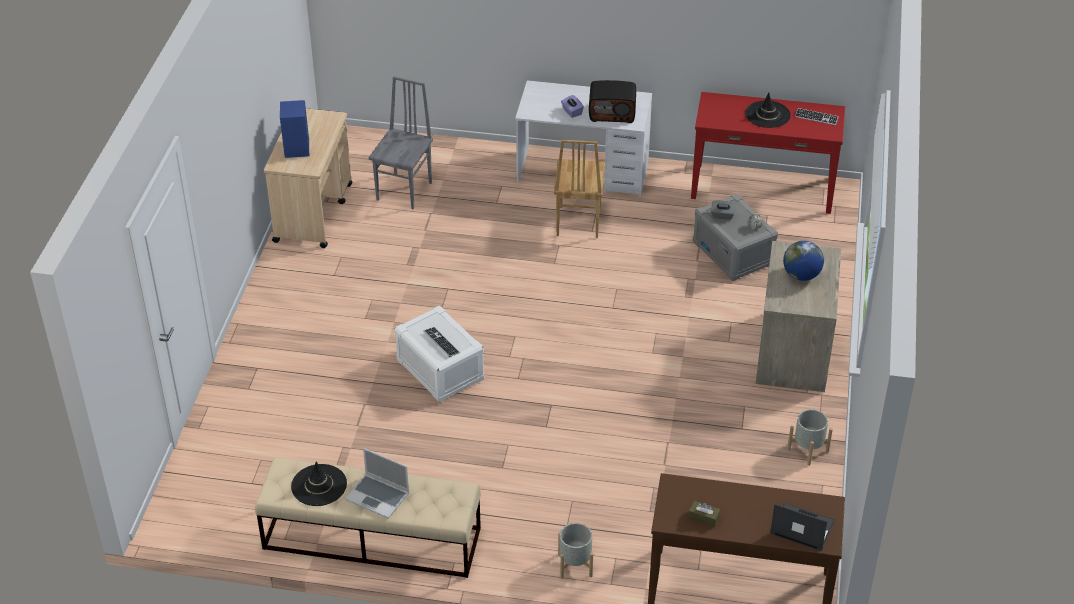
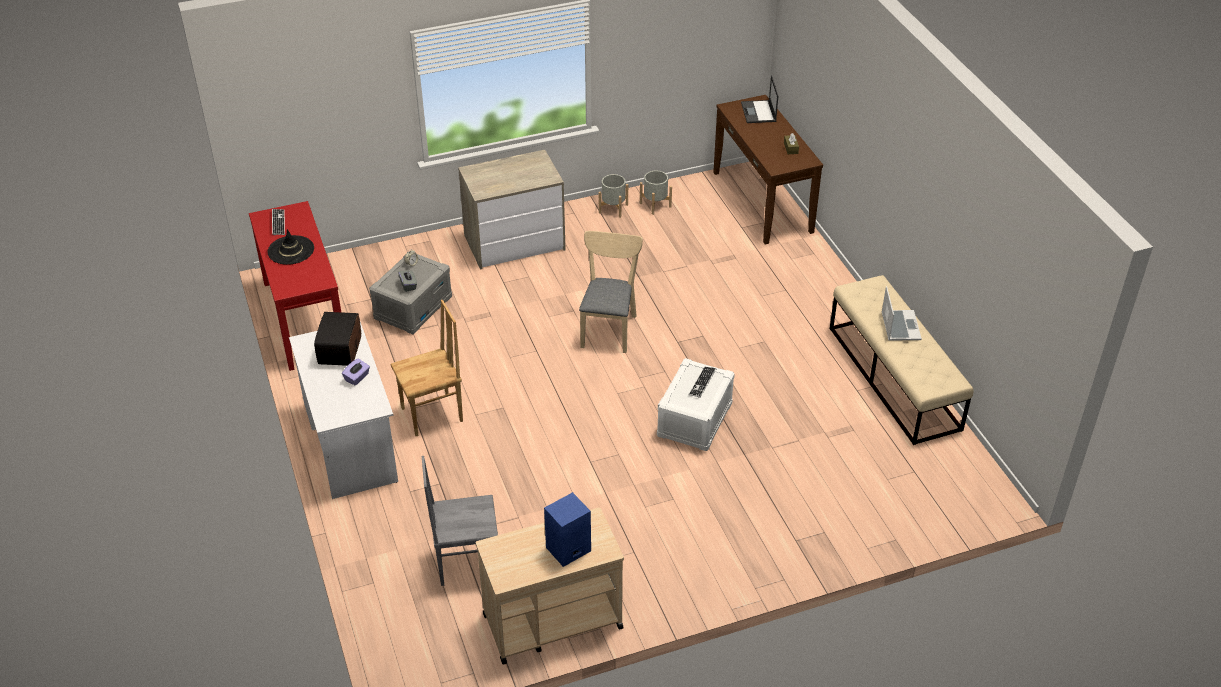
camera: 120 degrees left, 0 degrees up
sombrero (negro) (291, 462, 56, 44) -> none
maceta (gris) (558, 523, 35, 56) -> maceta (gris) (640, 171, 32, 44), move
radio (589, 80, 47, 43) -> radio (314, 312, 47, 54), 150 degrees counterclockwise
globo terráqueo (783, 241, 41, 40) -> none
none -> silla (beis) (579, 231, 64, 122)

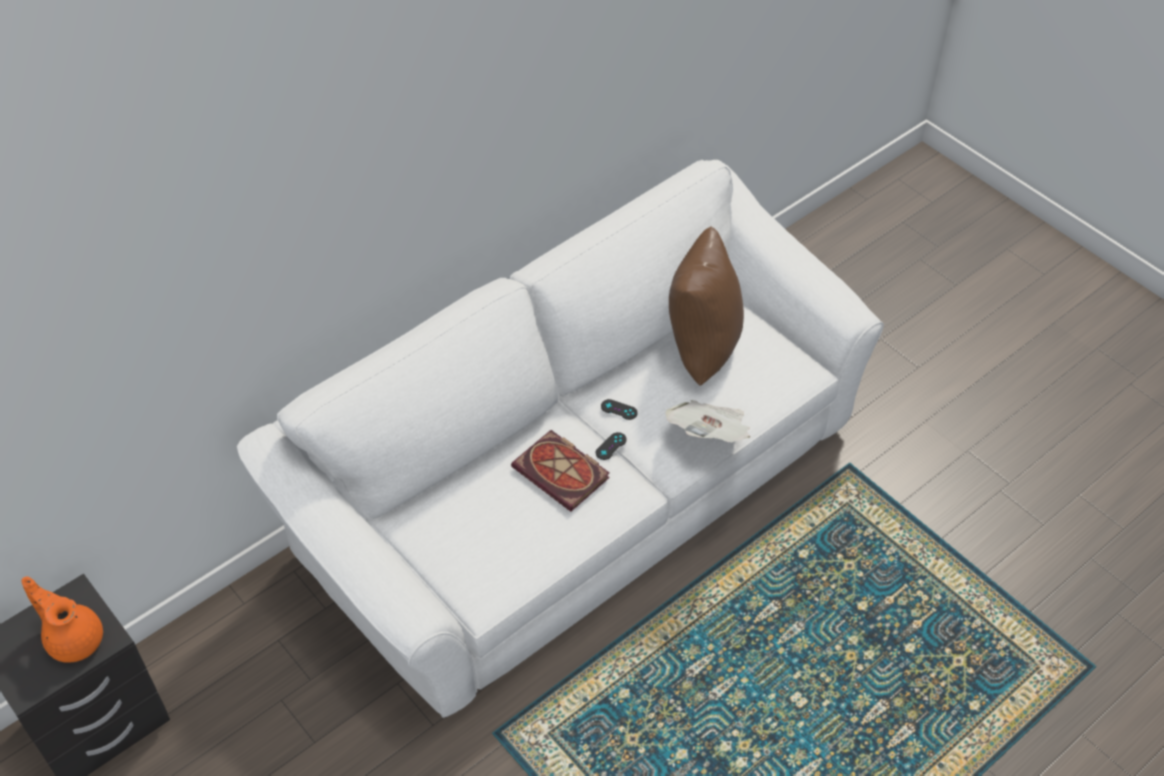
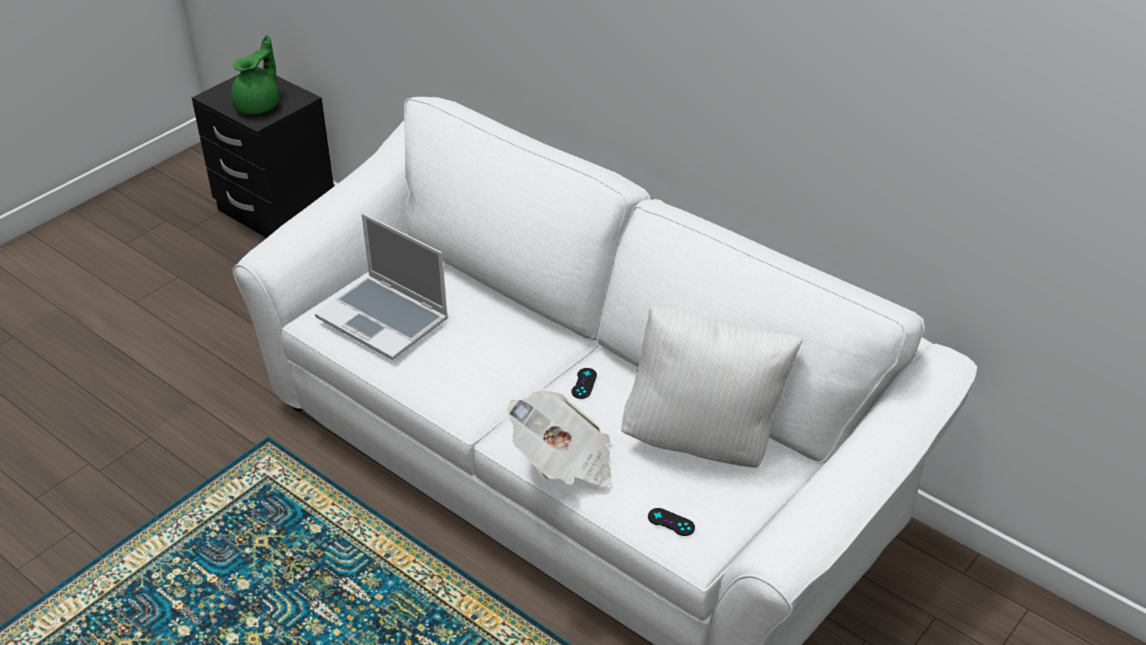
camera: 80 degrees right, 10 degrees down
tetera (naranja) (22, 576, 81, 87) -> tetera (verde) (231, 35, 48, 79)
libro (511, 430, 99, 81) -> none
mando de consola (negro) (596, 432, 31, 28) -> mando de consola (negro) (648, 508, 47, 28), move
cojín (marrón) (669, 226, 75, 160) -> cojín (blanco) (621, 306, 182, 162)
none -> portátil (315, 213, 133, 147)

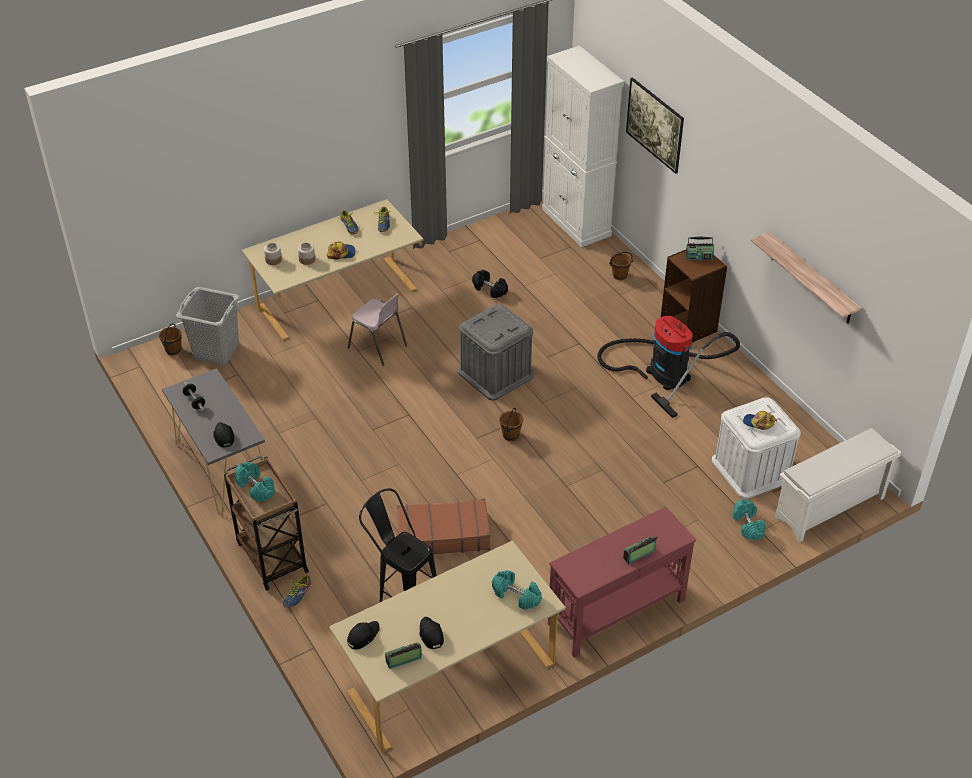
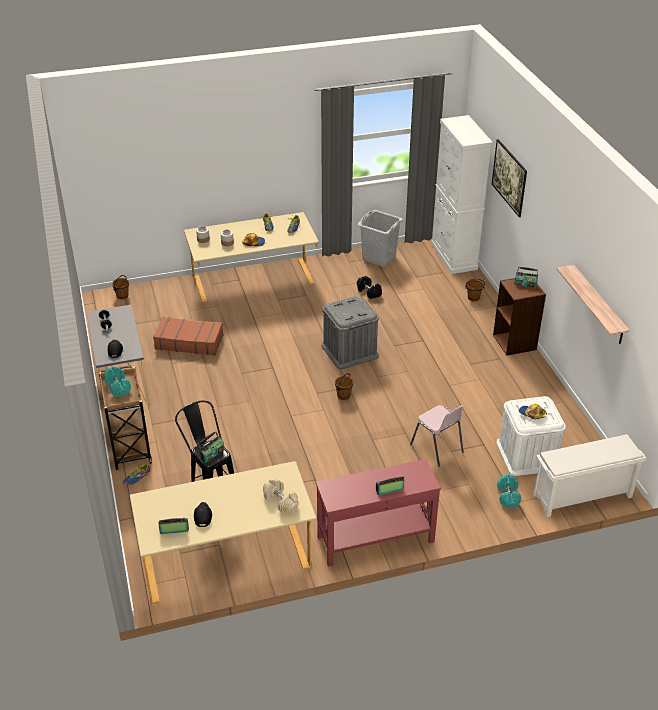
camera: 15 degrees right, 5 degrees down
cesto de la ropa (gris) (176, 287, 64, 78) -> cesto de la ropa (gris) (358, 210, 45, 57), move
gorra (negro) (347, 621, 33, 28) -> none
silla (rosa) (348, 293, 59, 73) -> silla (rosa) (410, 405, 54, 62), move
maleta (marrón) (397, 498, 93, 57) -> maleta (marrón) (153, 317, 70, 39), move
mancuerna (turquesa) (492, 570, 50, 40) -> mancuerna (beis) (263, 479, 36, 34)
aspiradora (597, 316, 143, 102) -> none
none -> radio (198, 431, 26, 32)

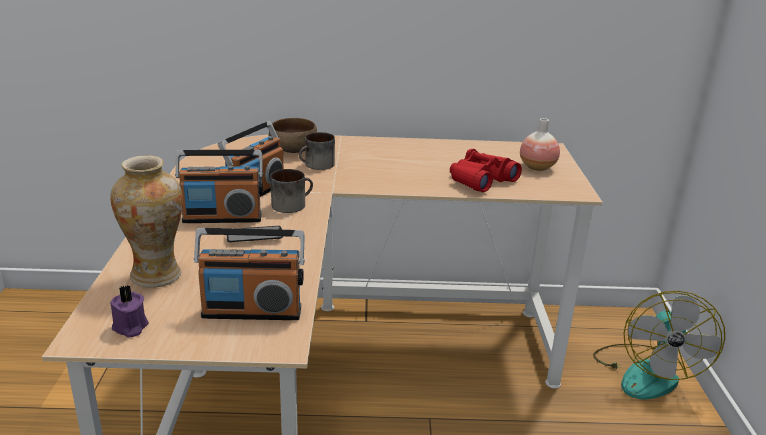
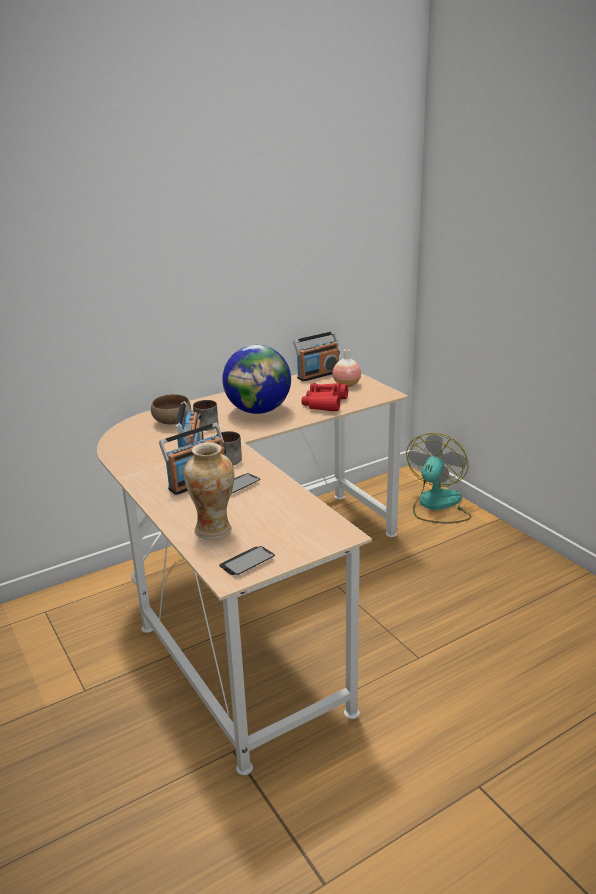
camera: 30 degrees left, 0 degrees up
vela (morado) (110, 285, 39, 52) -> móvil (219, 546, 56, 29)
radio (194, 228, 111, 92) -> radio (293, 331, 47, 51), move
ventilador (593, 291, 132, 108) -> ventilador (406, 433, 65, 91), 135 degrees counterclockwise
none -> globo terráqueo (222, 345, 69, 69)

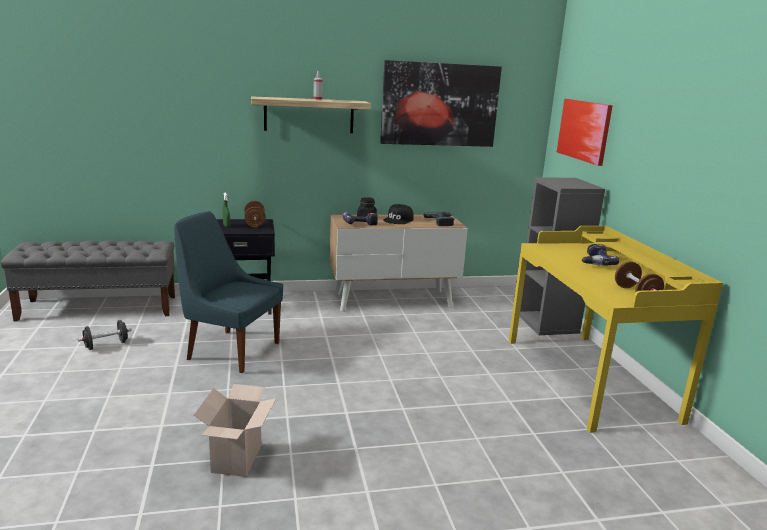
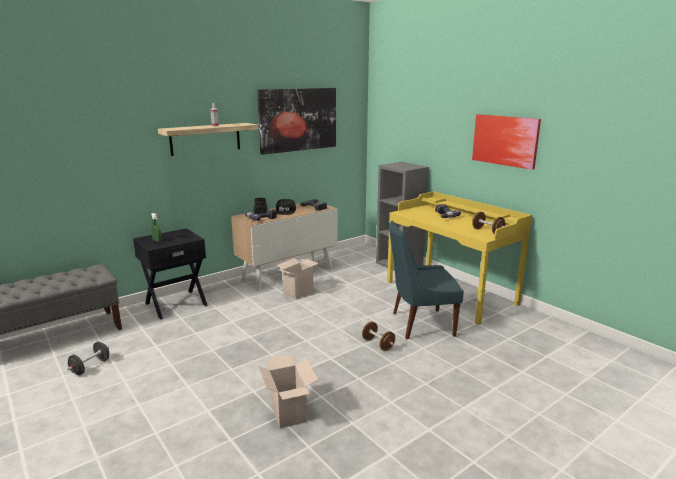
camera: 25 degrees left, 0 degrees up
silla (azul) (174, 211, 109, 162) -> silla (azul) (389, 221, 75, 118), move
mancuerna (marrón) (244, 201, 22, 26) -> mancuerna (marrón) (362, 322, 33, 29), move
cuadro (557, 99, 56, 67) -> cuadro (472, 114, 69, 56), move
none -> caja de cartón (277, 258, 41, 41)

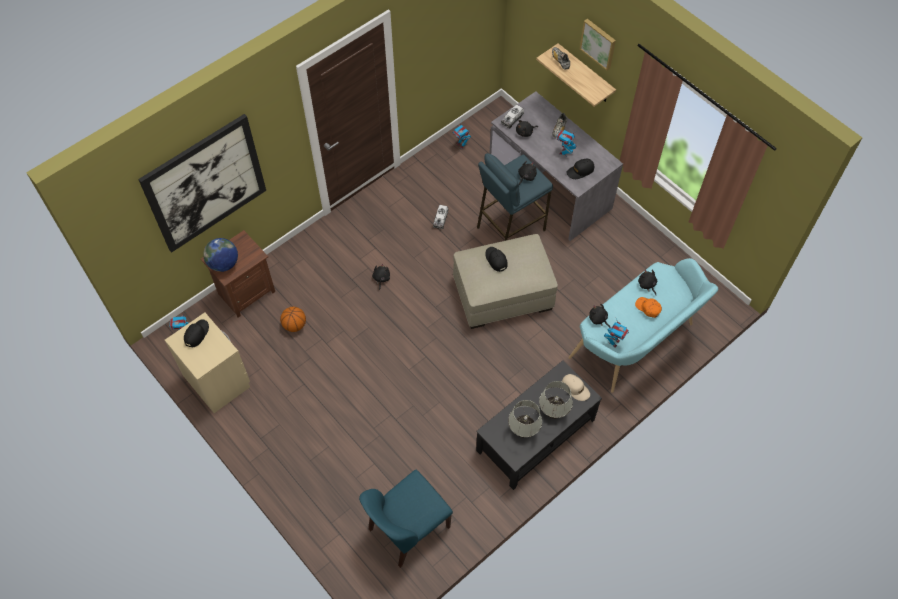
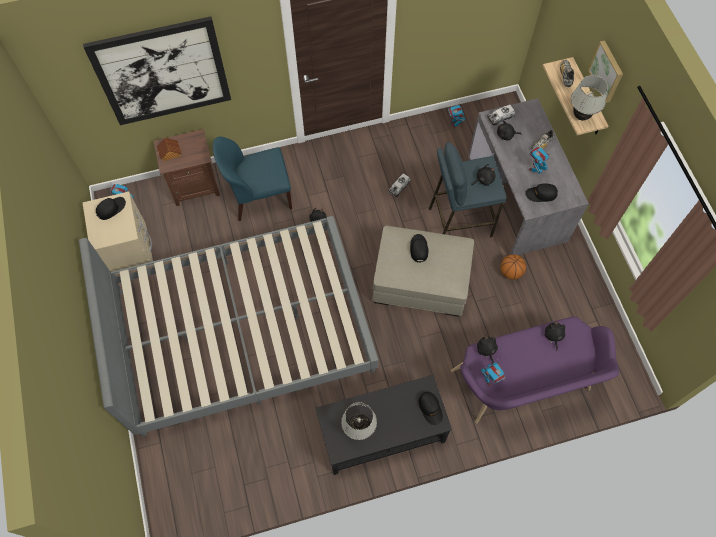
camera: 25 degrees right, 5 degrees up
globo terráqueo (203, 238, 35, 34) -> casita (157, 138, 24, 24)
balón de baloncesto (280, 307, 26, 25) -> balón de baloncesto (500, 254, 26, 25), move
silla (azul) (359, 470, 94, 98) -> silla (azul) (213, 137, 79, 84), move
lámpara de mesa (blanco) (539, 381, 34, 38) -> lámpara de mesa (blanco) (571, 75, 37, 45), move
gorra (beis) (562, 374, 28, 27) -> gorra (negro) (419, 392, 24, 33)
banco (turquesa) (568, 258, 150, 135) -> banco (morado) (451, 316, 168, 107)
gorra (naranja) (635, 297, 27, 21) -> none
none -> cama (gris) (79, 216, 300, 220)

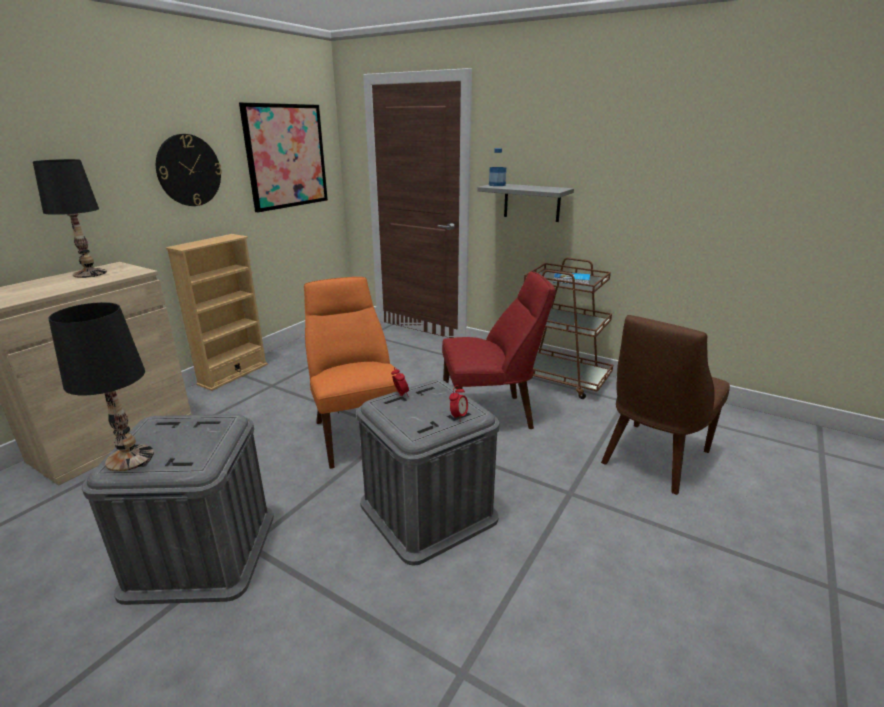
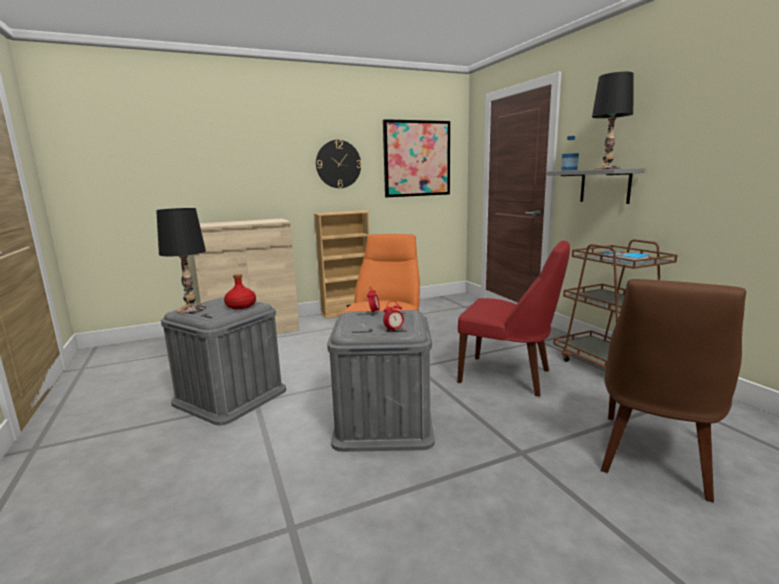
camera: 35 degrees right, 10 degrees down
lámpara de mesa (negro) (33, 159, 74, 119) -> lámpara de mesa (negro) (592, 72, 42, 97), move
silla (marrón) (601, 315, 129, 180) -> silla (marrón) (601, 279, 145, 223), 45 degrees counterclockwise
none -> botella (rojo) (224, 274, 32, 35)

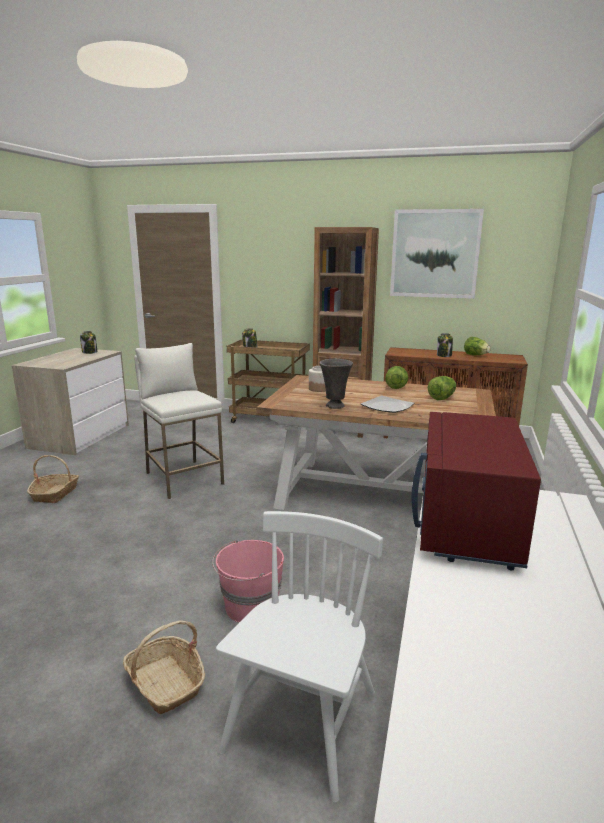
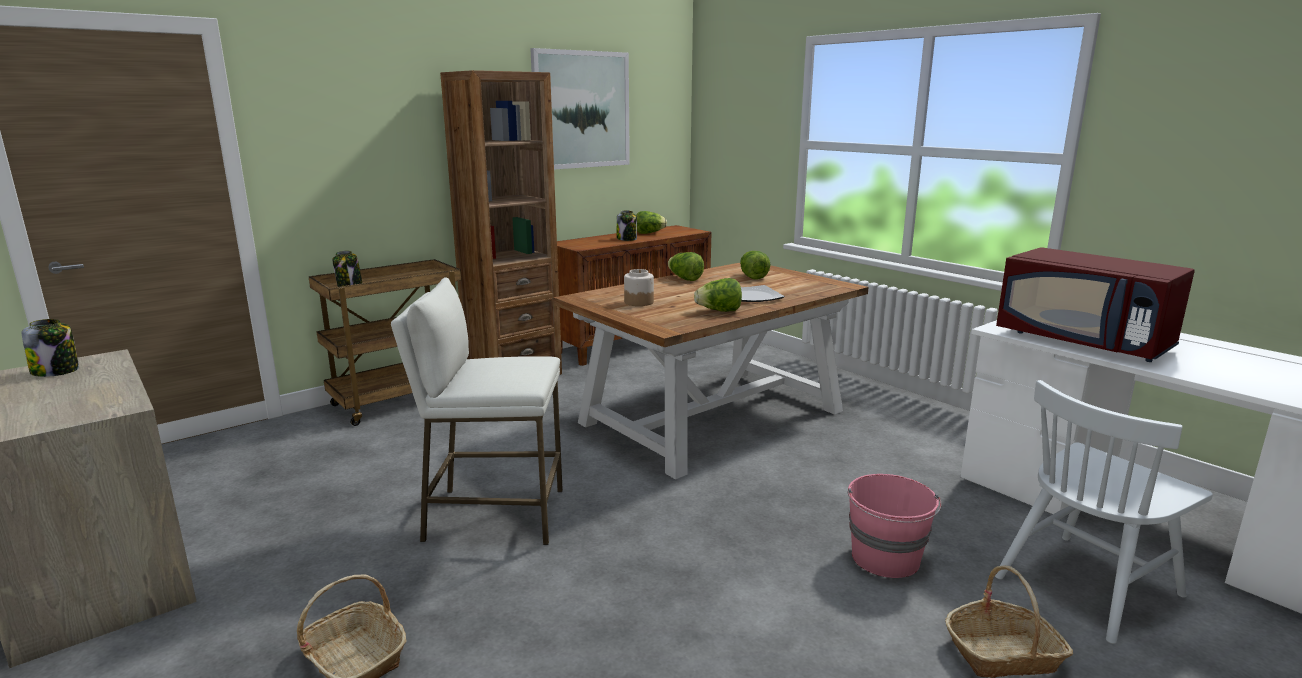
camera: 55 degrees left, 0 degrees up
silla (blanco) (216, 511, 167, 292) -> silla (blanco) (995, 380, 218, 264), 90 degrees counterclockwise
florero (gris) (320, 359, 33, 50) -> lechuga (694, 278, 48, 34)

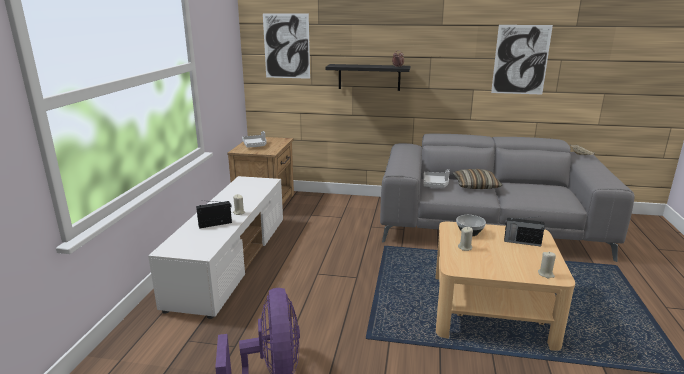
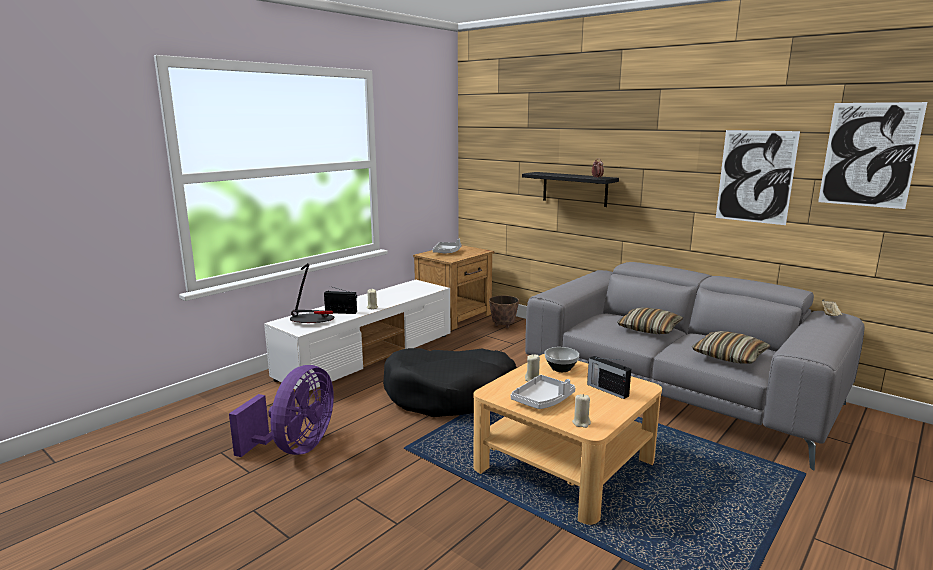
camera: 30 degrees right, 5 degrees down
cuadro (263, 13, 47, 66) -> cuadro (818, 102, 109, 107), move
bandeja (gris) (424, 169, 26, 19) -> bandeja (gris) (511, 375, 64, 34), move
none -> lámpara de mesa (290, 263, 44, 60)
none -> cama para perro (negro) (383, 348, 134, 69)
none -> maceta (489, 295, 30, 33)
none -> cojín (692, 331, 79, 33)

